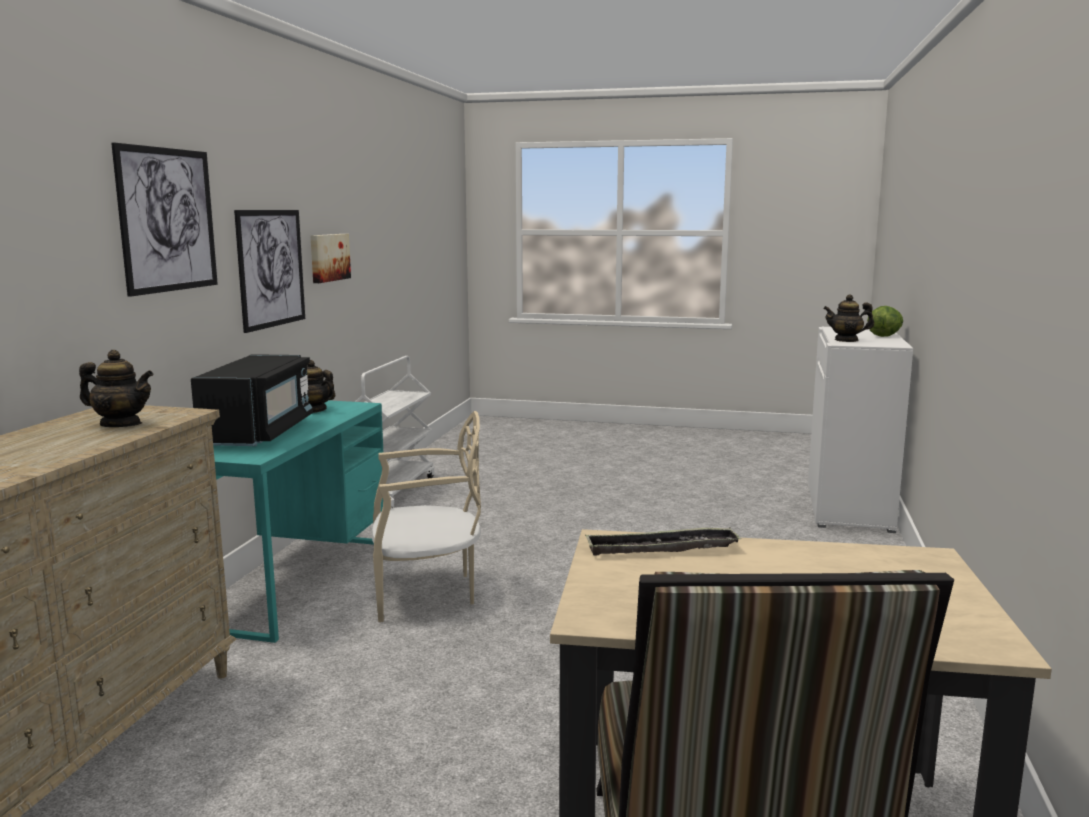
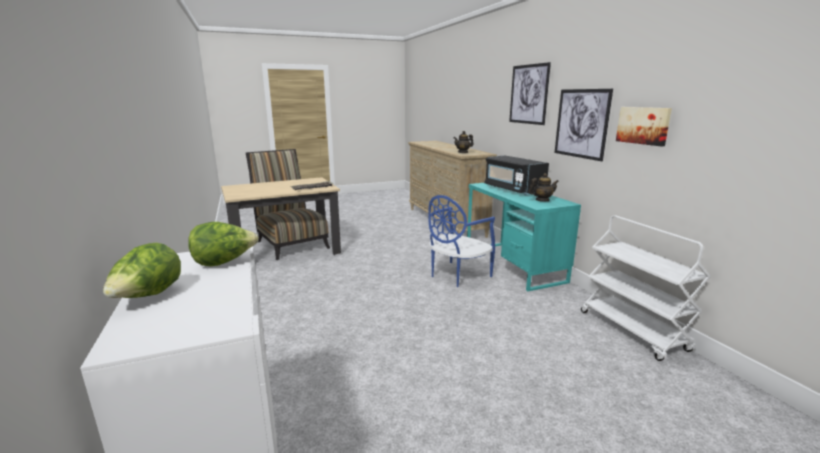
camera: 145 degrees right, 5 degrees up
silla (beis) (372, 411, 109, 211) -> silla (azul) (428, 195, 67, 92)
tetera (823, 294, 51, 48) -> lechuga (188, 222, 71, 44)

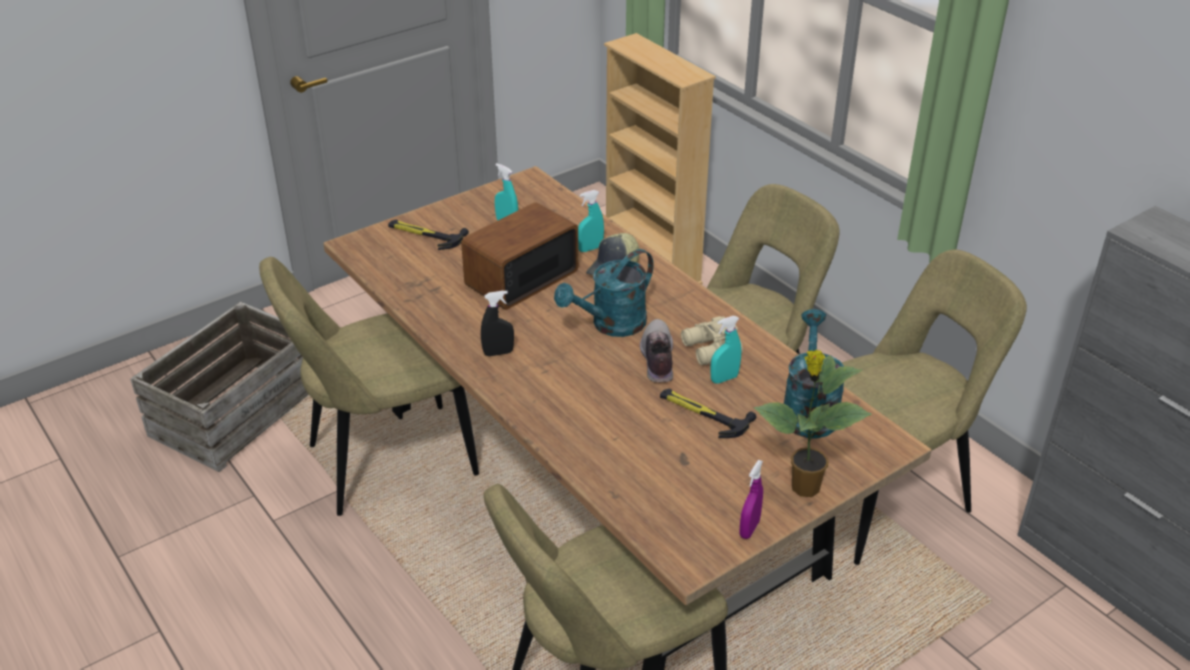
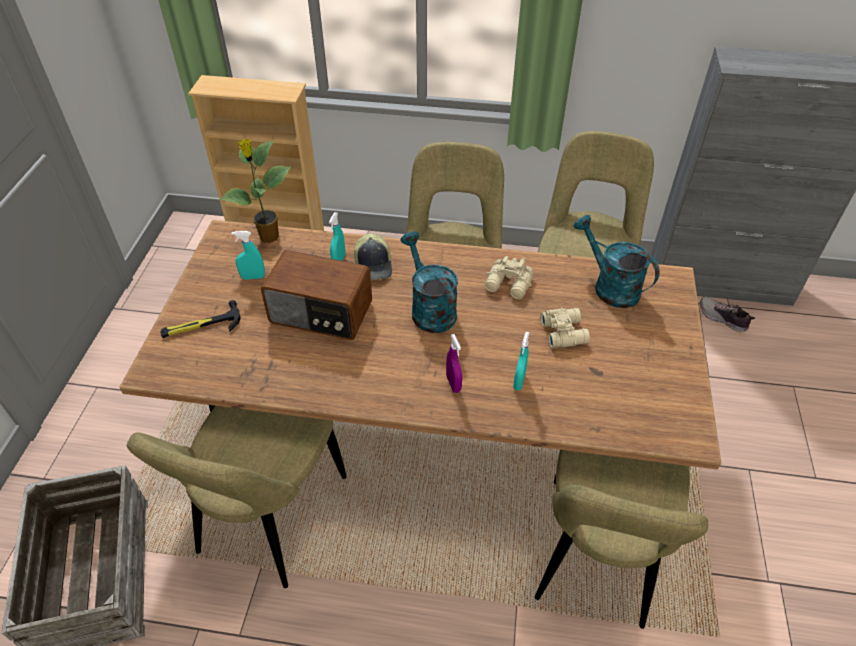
camera: 45 degrees left, 10 degrees up
radio (461, 202, 118, 108) -> radio (261, 250, 111, 90), 75 degrees counterclockwise
pulverizador (negro) (481, 290, 33, 66) -> none
regadera (turquesa) (554, 249, 100, 88) -> regadera (turquesa) (400, 232, 58, 101), 150 degrees clockwise
zapato (640, 319, 33, 64) -> zapato (700, 296, 55, 36), move
martillo (660, 389, 96, 49) -> prismáticos (beis) (541, 307, 49, 41)
pulverizador (turquesa) (710, 316, 31, 67) -> pulverizador (turquesa) (513, 332, 17, 59), move
pulverizador (morado) (739, 460, 24, 79) -> pulverizador (morado) (446, 334, 16, 59), move
planta en maceta (753, 350, 119, 147) -> planta en maceta (219, 139, 72, 104), move

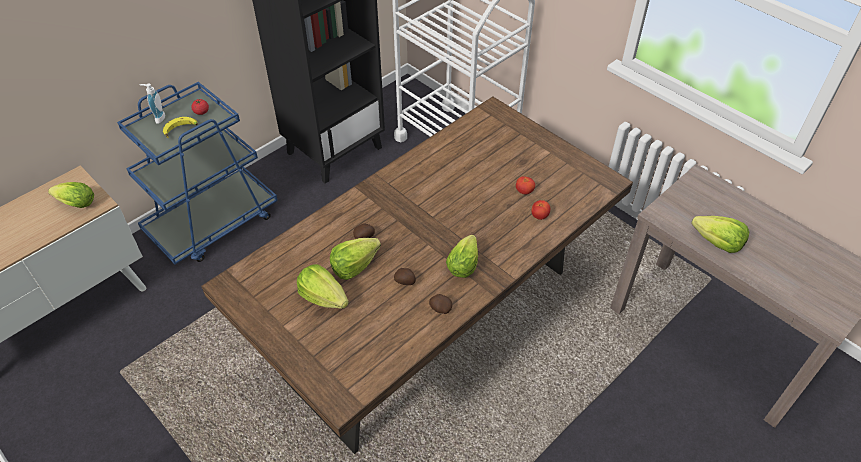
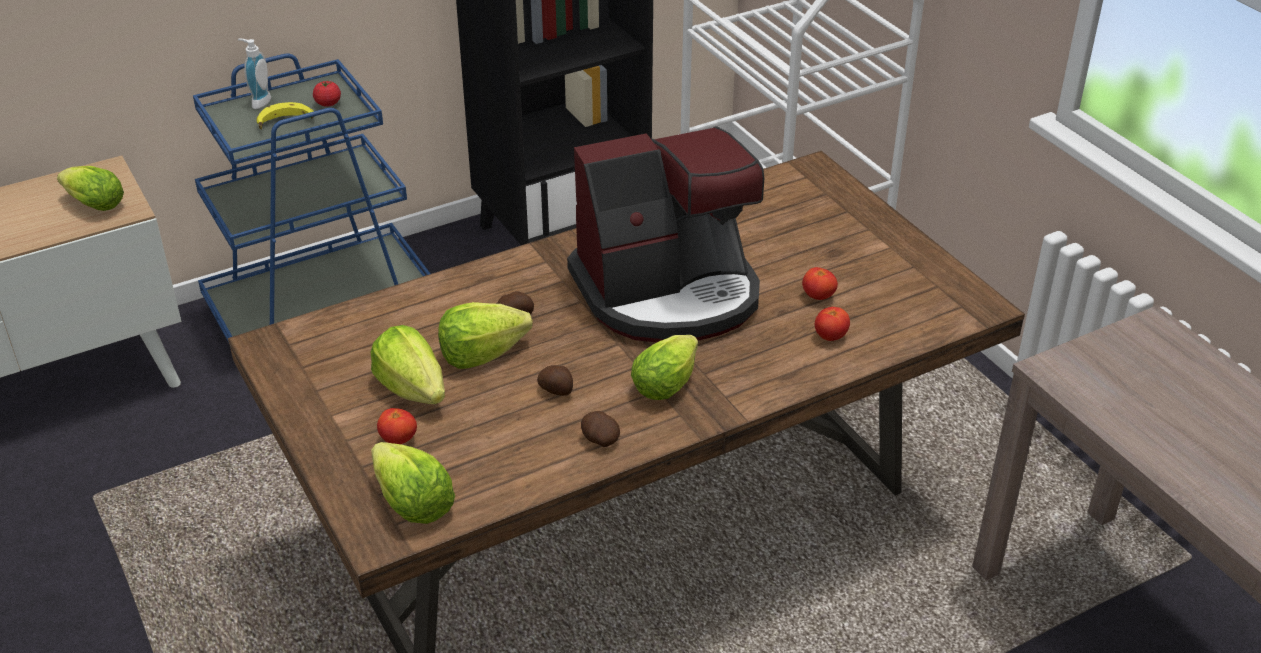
camera: 15 degrees right, 10 degrees down
lechuga (691, 216, 58, 37) -> lechuga (371, 442, 84, 82), move
none -> tomate (377, 408, 40, 36)
none -> cafetera (567, 127, 197, 215)

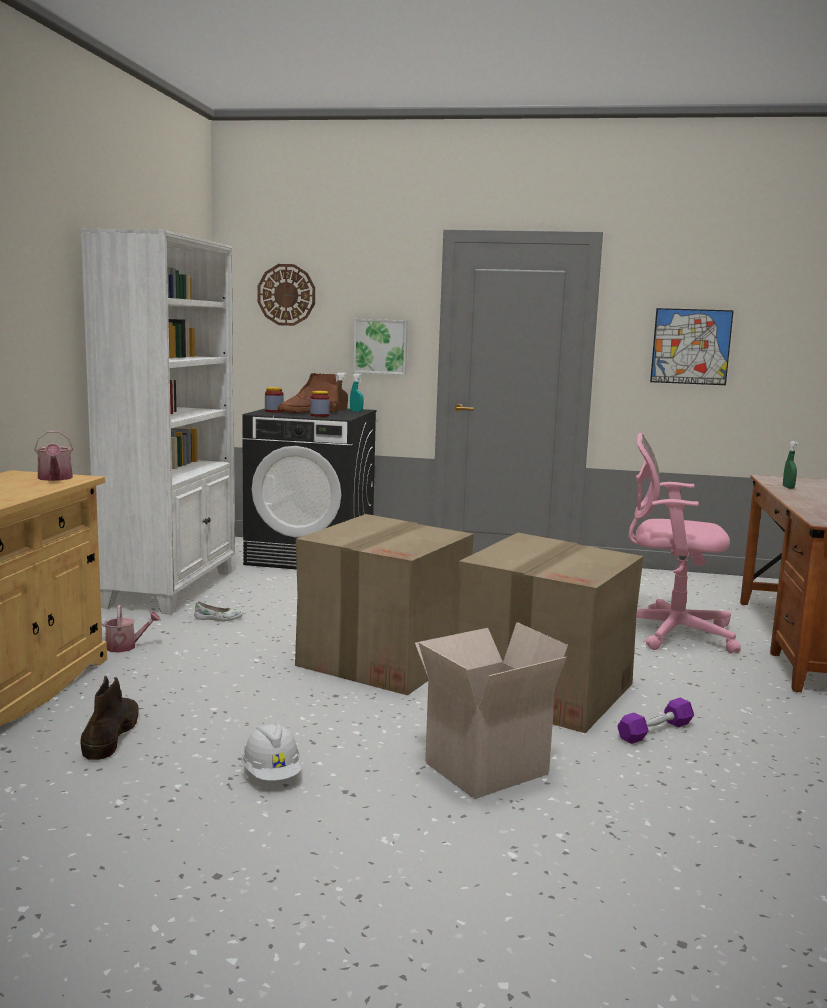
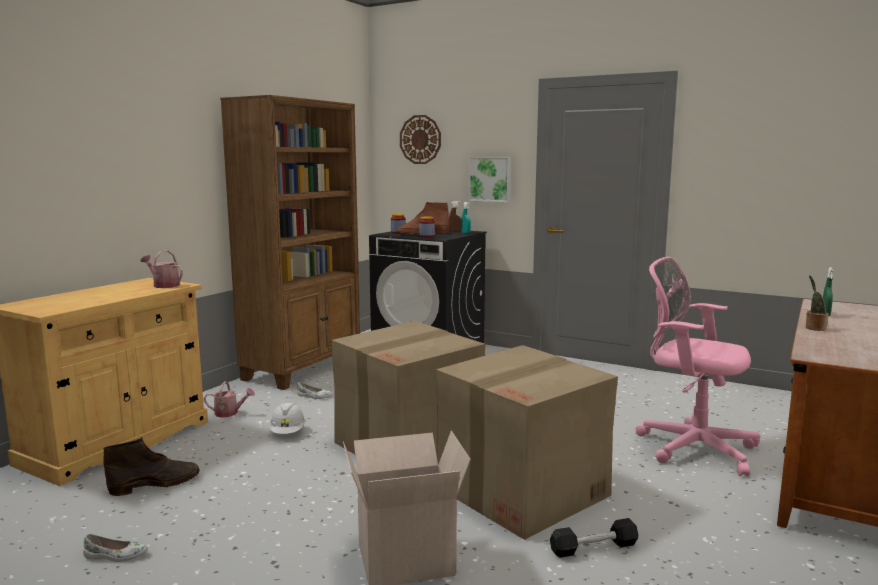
camera: 20 degrees right, 0 degrees up
regadera (34, 431, 39, 50) -> regadera (141, 250, 42, 38), 120 degrees clockwise
estantería (blanco) (80, 229, 155, 386) -> estantería (marrón) (220, 95, 140, 295)
bota (marrón) (80, 676, 59, 84) -> bota (marrón) (103, 438, 97, 58), 45 degrees clockwise
casco (blanco) (242, 723, 60, 58) -> casco (blanco) (270, 403, 35, 31), move
mancuerna (morado) (618, 698, 76, 46) -> mancuerna (negro) (550, 518, 88, 40)
cuadro (650, 308, 84, 77) -> none
none -> zapato (blanco) (83, 534, 65, 28)
none -> planta en maceta (806, 275, 23, 56)

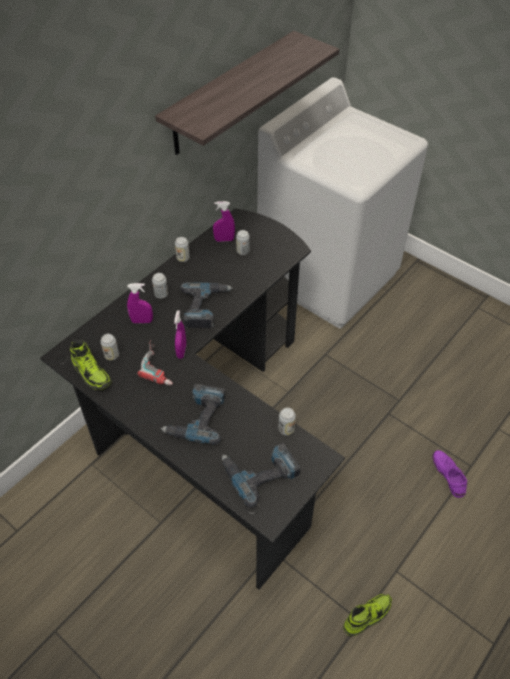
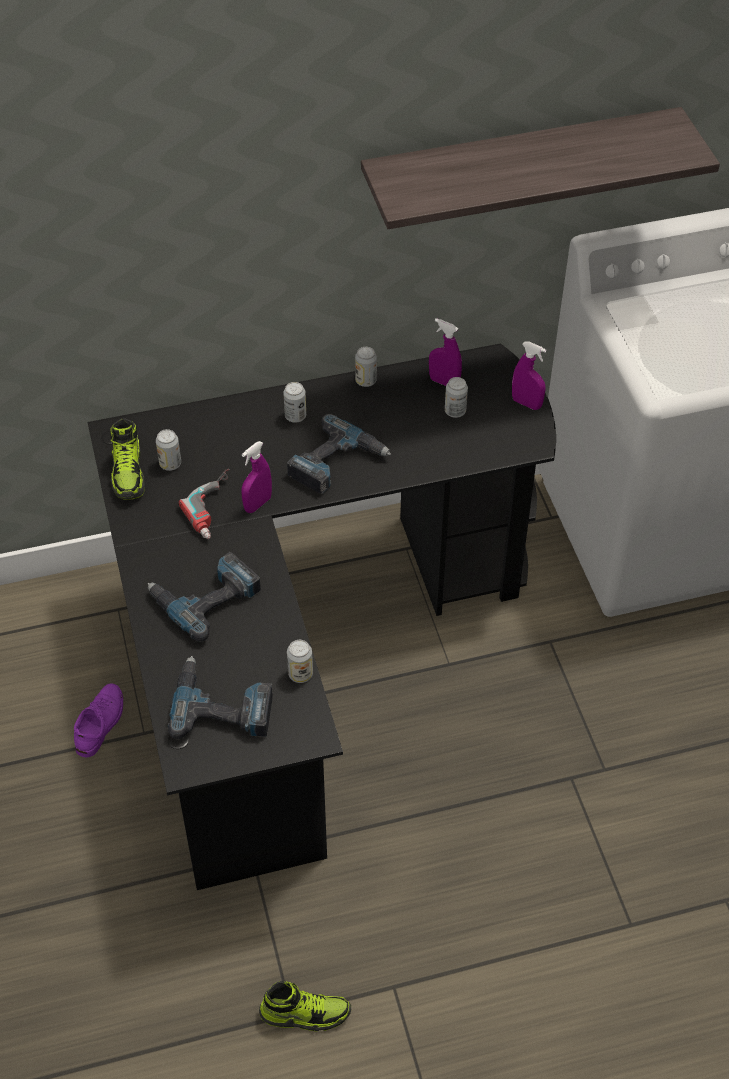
camera: 35 degrees right, 0 degrees up
pulverizador (morado) (127, 283, 26, 40) -> pulverizador (morado) (512, 341, 34, 69), move
zapato (morado) (432, 450, 35, 48) -> zapato (morado) (74, 683, 49, 74), move

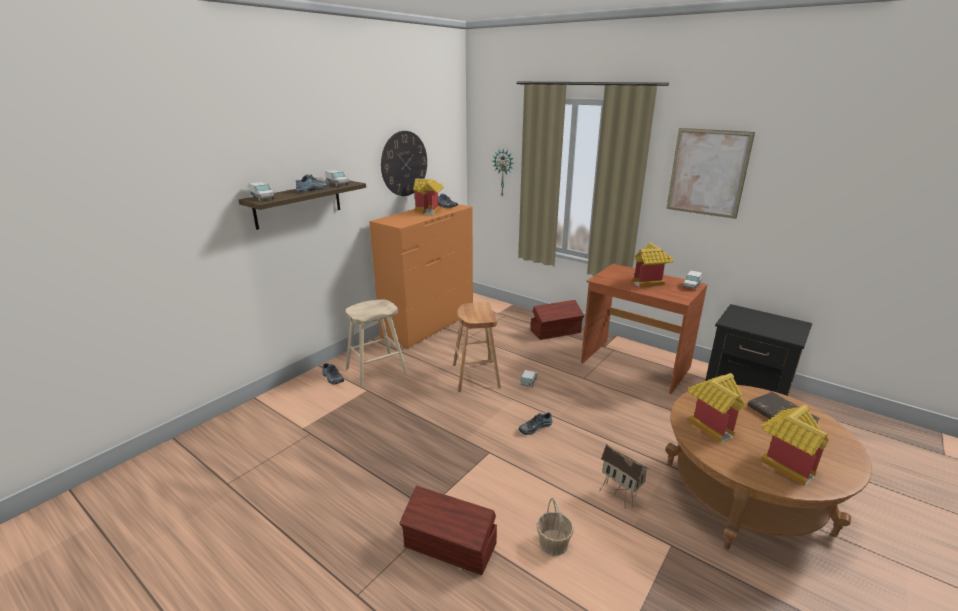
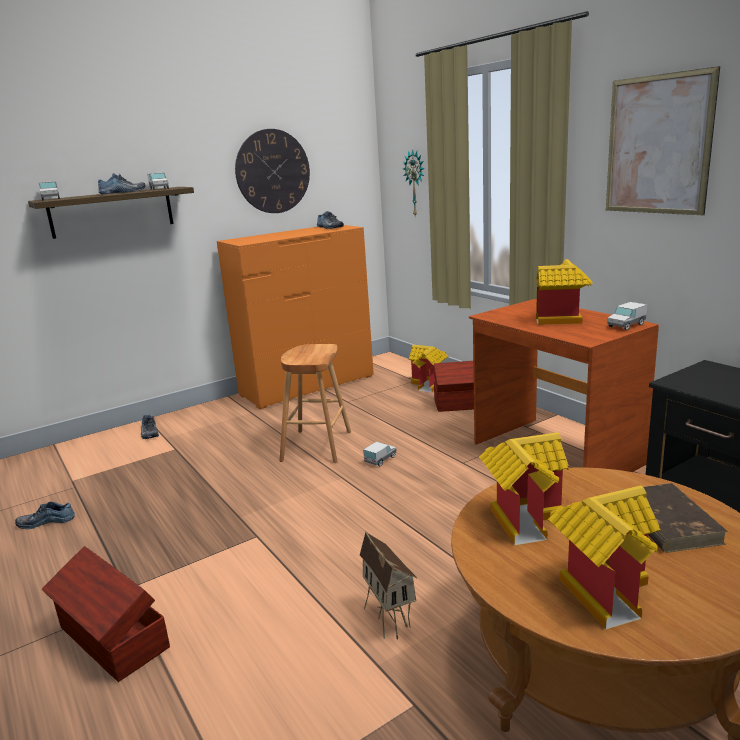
camera: 20 degrees right, 5 degrees down
taburete (beis) (345, 300, 62, 87) -> none
casita (413, 179, 31, 36) -> casita (409, 345, 39, 48), move
zapato (519, 412, 33, 23) -> zapato (15, 502, 60, 27), move
cesta (537, 498, 37, 58) -> none

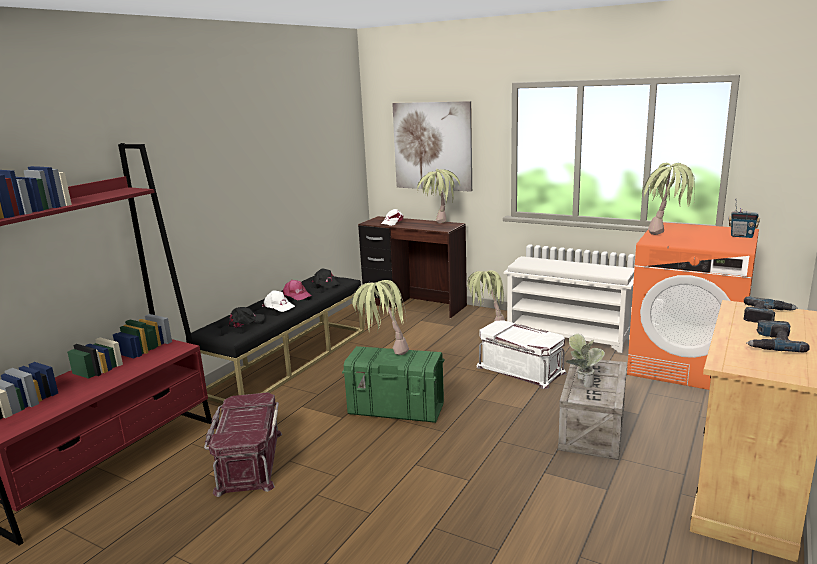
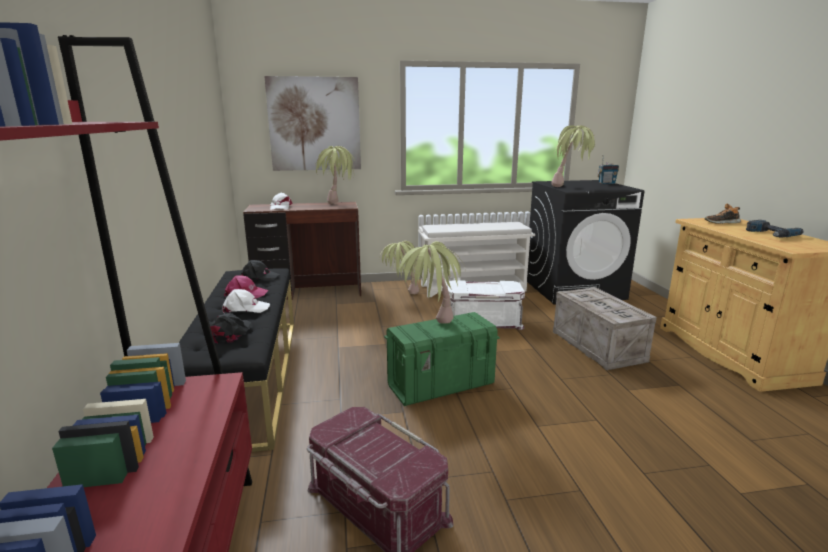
camera: 40 degrees left, 0 degrees up
planta en maceta (566, 334, 39, 54) -> none
lavadora (naranja) (627, 222, 132, 168) -> lavadora (negro) (527, 180, 117, 125)
taladro (744, 296, 54, 27) -> zapato (705, 203, 36, 21)

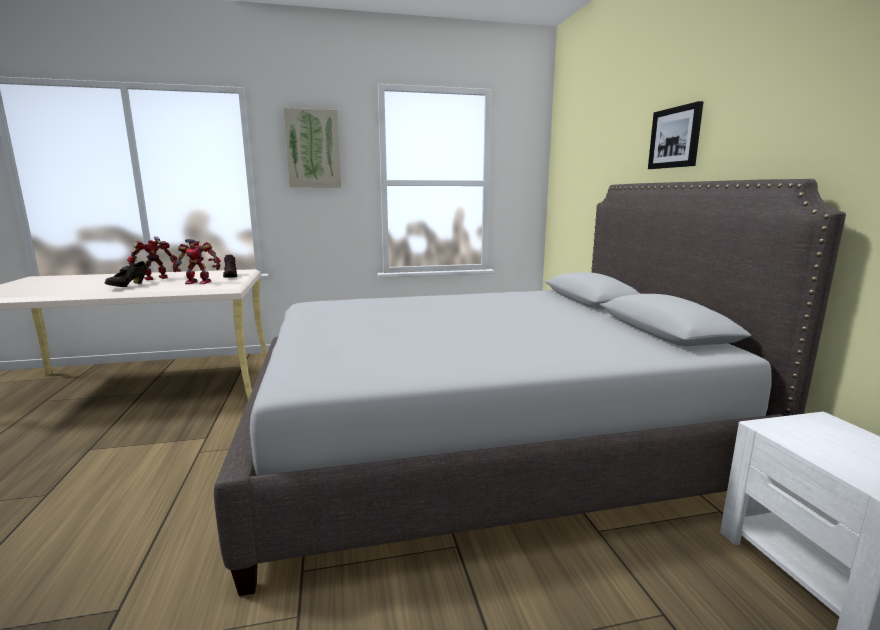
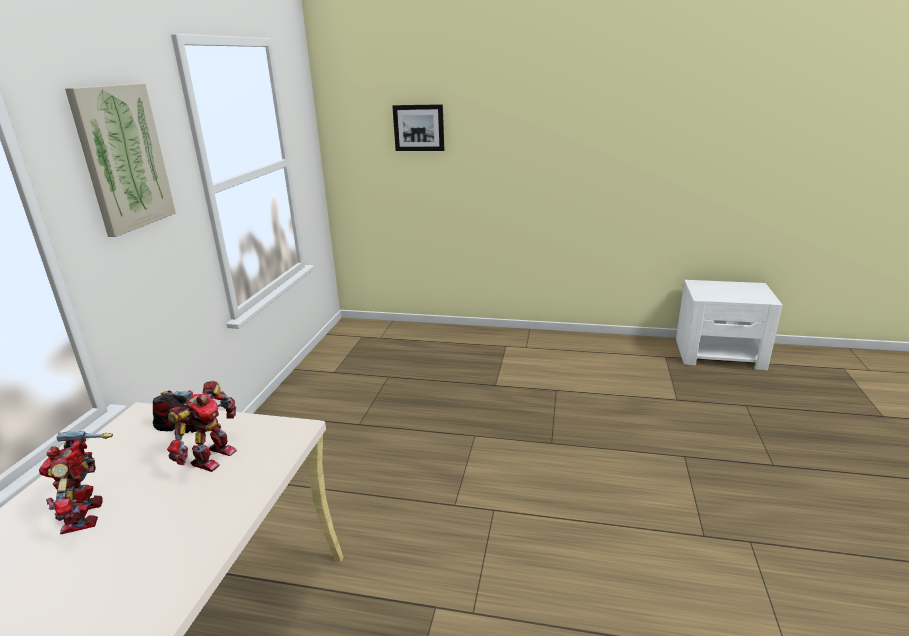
camera: 65 degrees left, 10 degrees up
zapato (negro) (105, 261, 42, 26) -> none
cama (gris) (214, 179, 632, 417) -> none
cuadro (648, 101, 56, 68) -> cuadro (392, 104, 52, 47), move

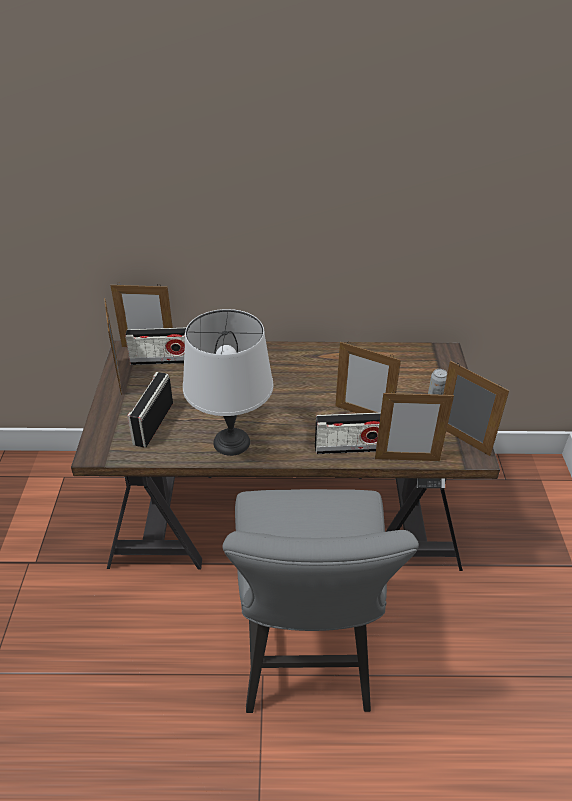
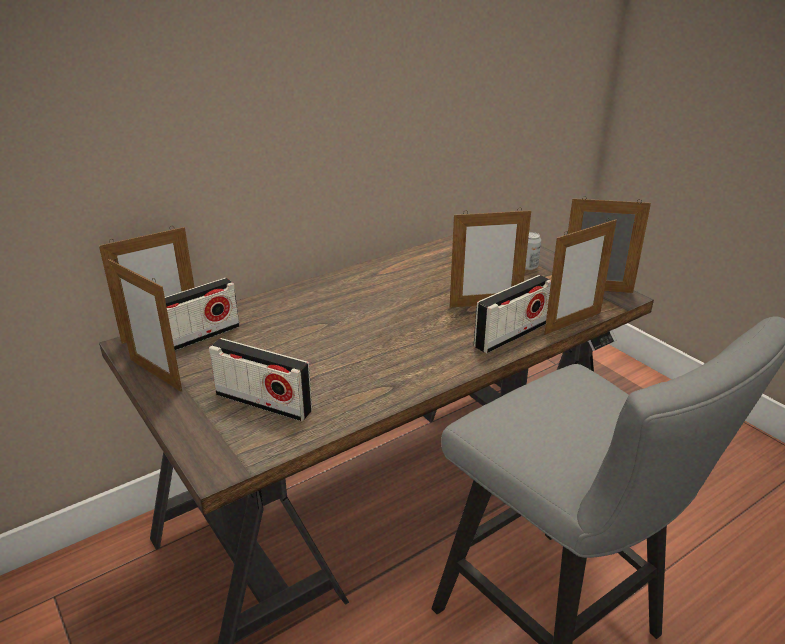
camera: 35 degrees left, 10 degrees down
radio (127, 372, 46, 75) -> radio (209, 338, 103, 83), 45 degrees counterclockwise
lámpara de mesa (blanco) (183, 309, 90, 147) -> none

